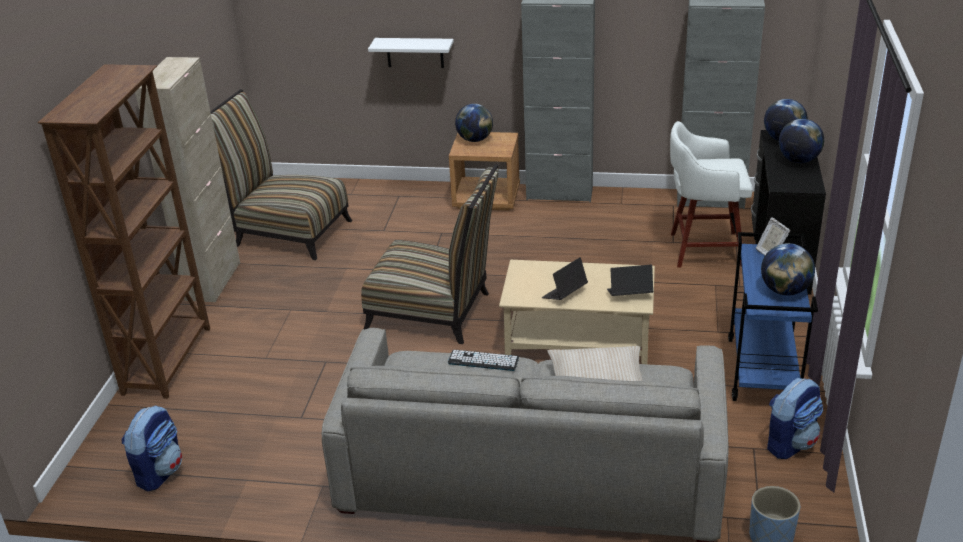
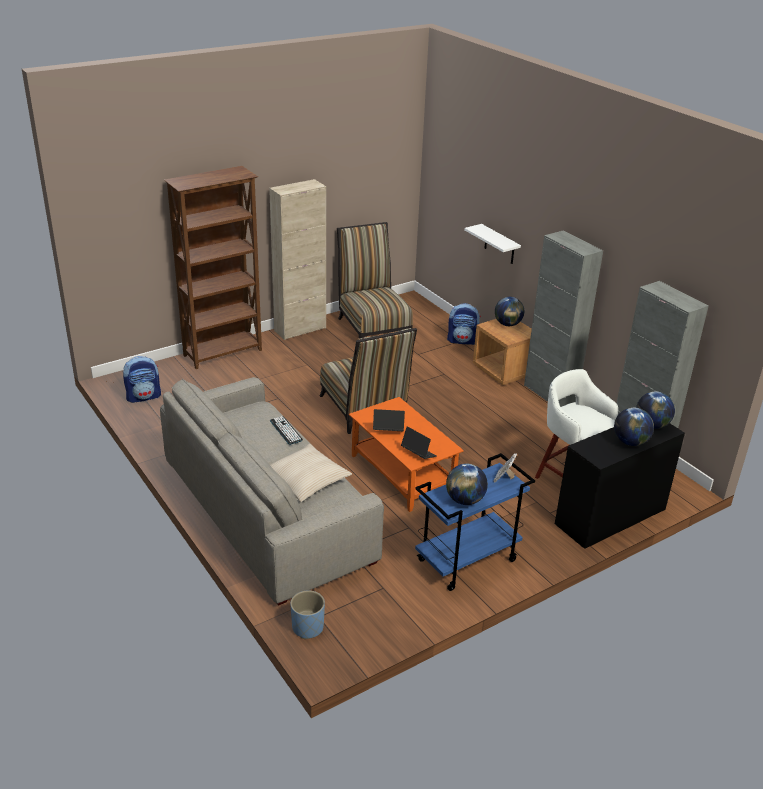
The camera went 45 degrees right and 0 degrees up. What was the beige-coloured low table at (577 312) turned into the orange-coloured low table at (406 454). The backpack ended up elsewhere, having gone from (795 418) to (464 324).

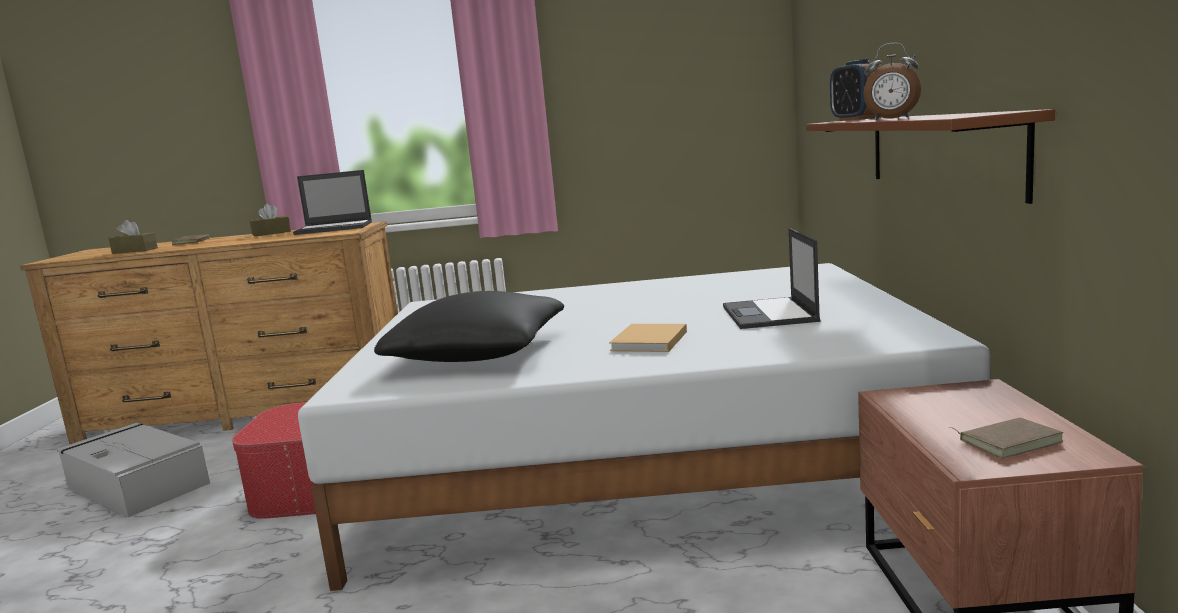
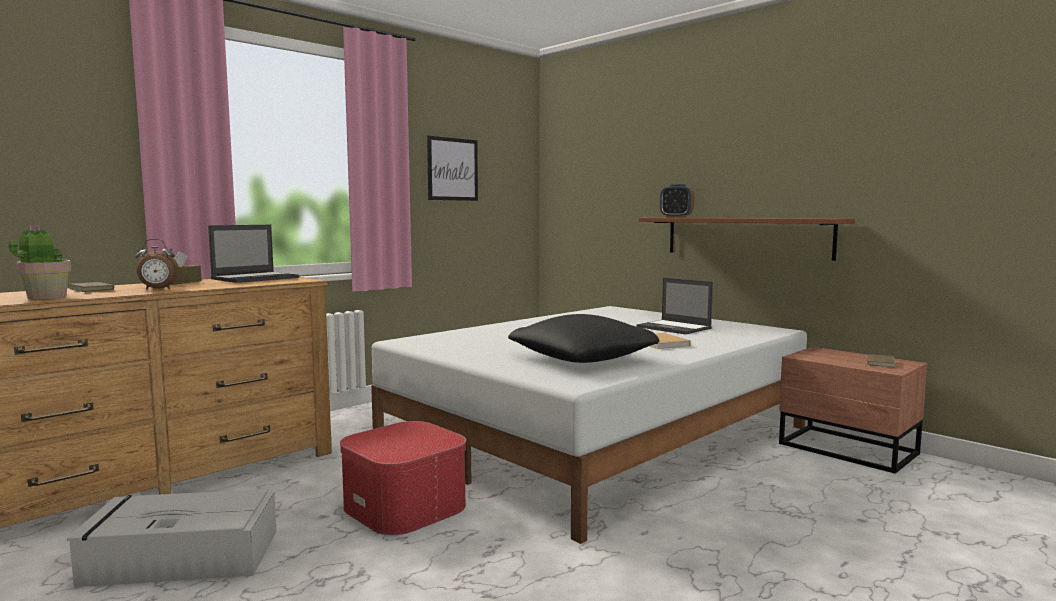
The camera went 45 degrees left and 5 degrees down. Where the brownish box of tissues stood at (133 237), the potted plant came to stand at (40 262). The table clock ended up elsewhere, having gone from (892 81) to (157 264). The second view gained the picture at (452 168).

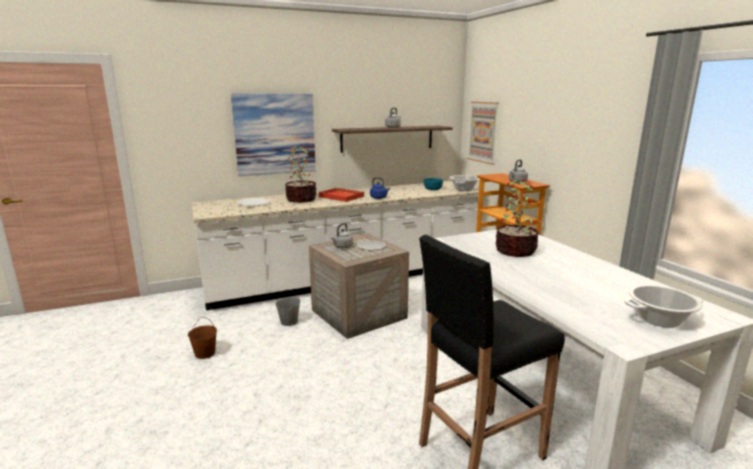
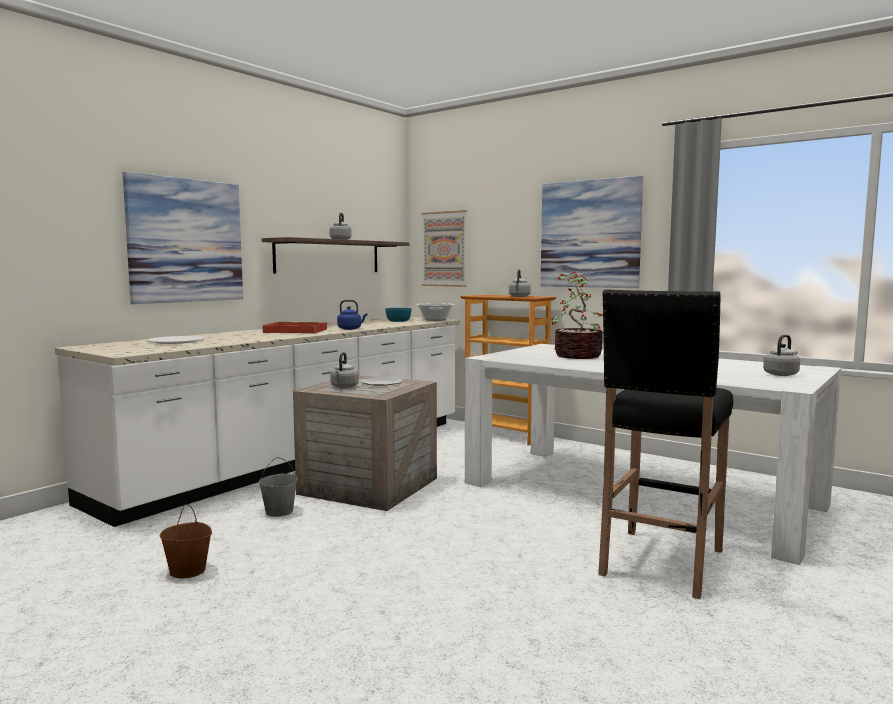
The camera went 30 degrees left and 10 degrees down. The second view gained the picture at (591 232). Where the stockpot stood at (664 306), the grey kettle came to stand at (781 355). The second view lost the potted plant at (301 174).

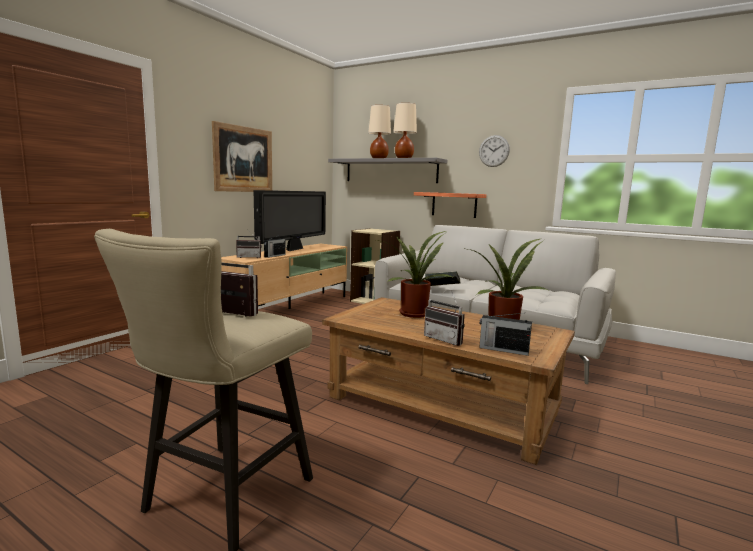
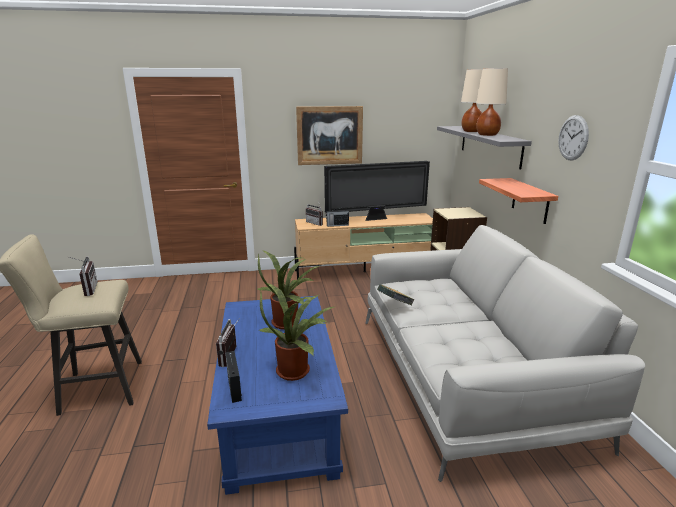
The camera went 50 degrees right and 10 degrees up. What was the brownish low table at (448 381) turned into the blue-coloured low table at (277 395).

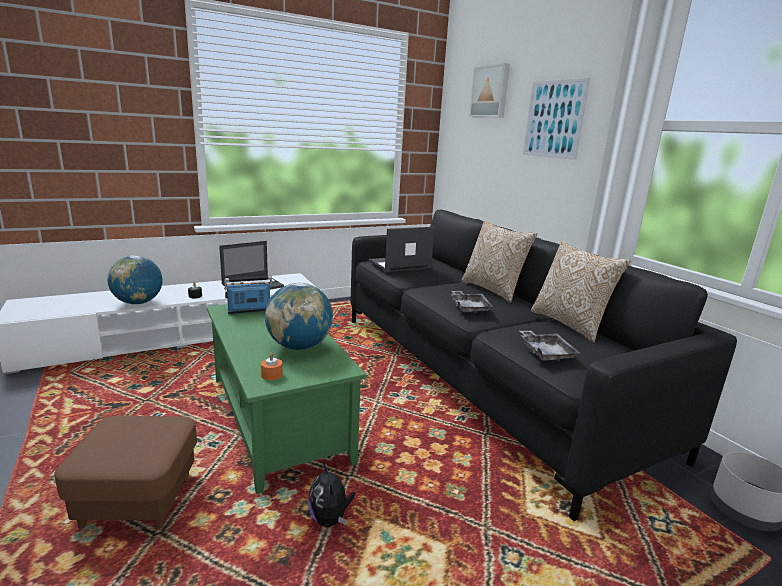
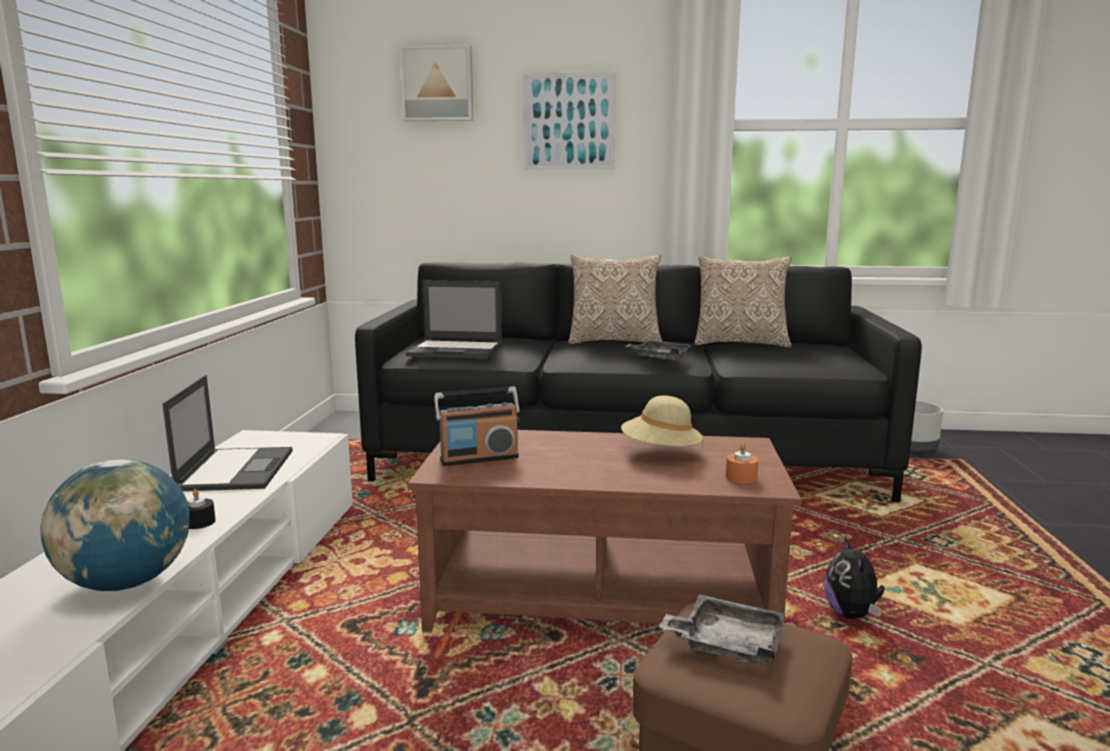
The camera went 55 degrees left and 5 degrees down. The portable computer at (402 249) ended up facing another way, 90 degrees counterclockwise from before. What was the green low table at (286 399) turned into the brownish low table at (605 531). The radio set at (248 294) ended up facing another way, 120 degrees counterclockwise from before. Where the world globe stood at (299 316), the beige-coloured clothing hat came to stand at (662 423). The grey carrying tray ended up elsewhere, having gone from (550 345) to (722 630). The soft toy at (331 494) ended up facing another way, 75 degrees clockwise from before.

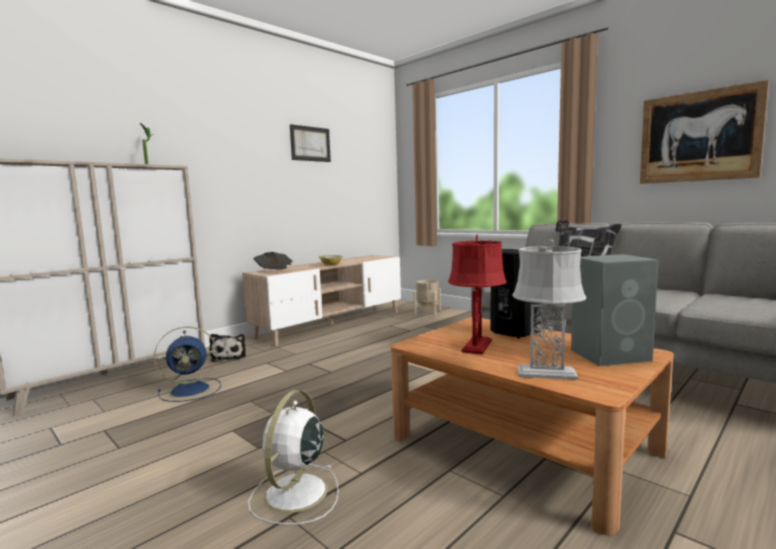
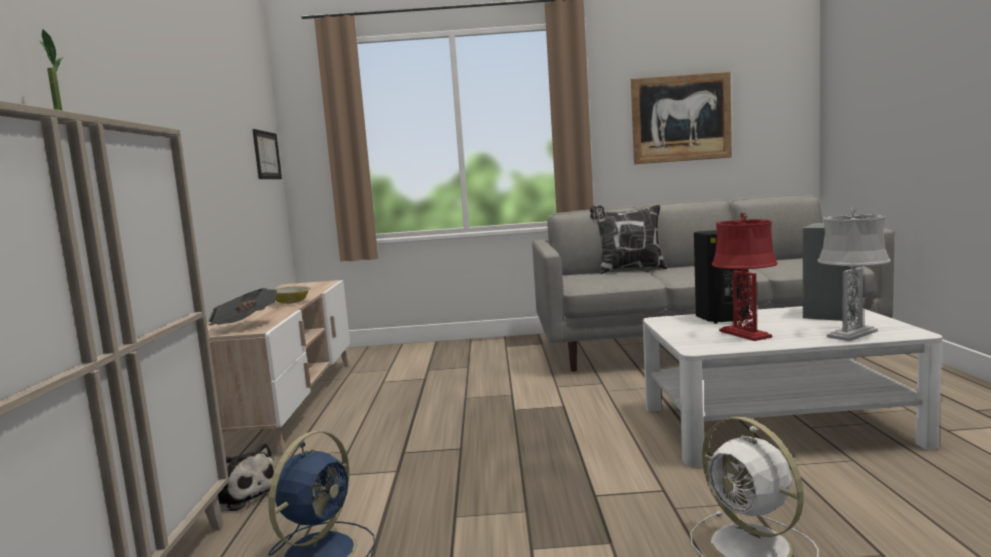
The camera went 45 degrees left and 0 degrees up. The picture ended up elsewhere, having gone from (310 143) to (267 154). What was the brownish low table at (532 426) turned into the white low table at (792 386). The second view lost the beige-coloured plant pot at (427 298).

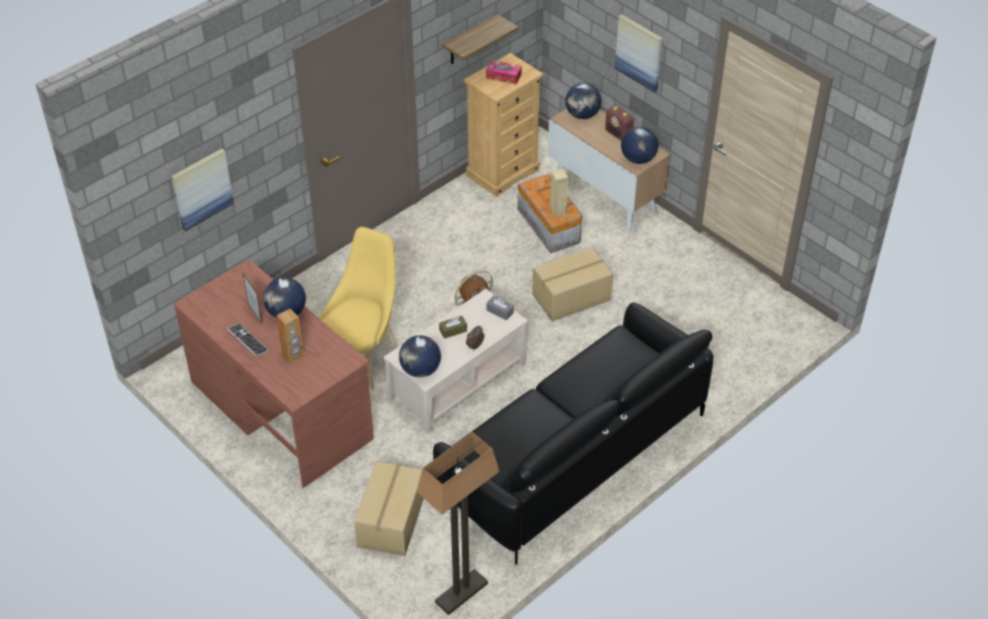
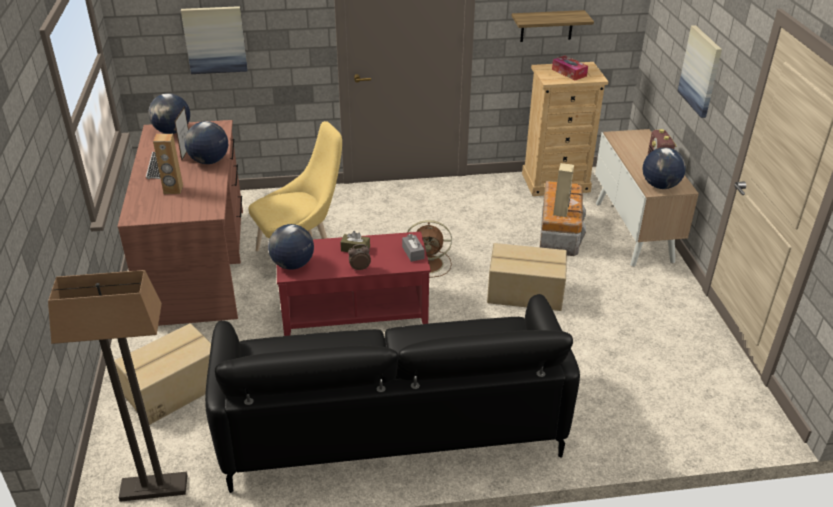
The camera went 35 degrees right and 10 degrees down. The world globe ended up elsewhere, having gone from (583 101) to (169 113). What was the beige-coloured low table at (456 361) turned into the red-coloured low table at (354 284).

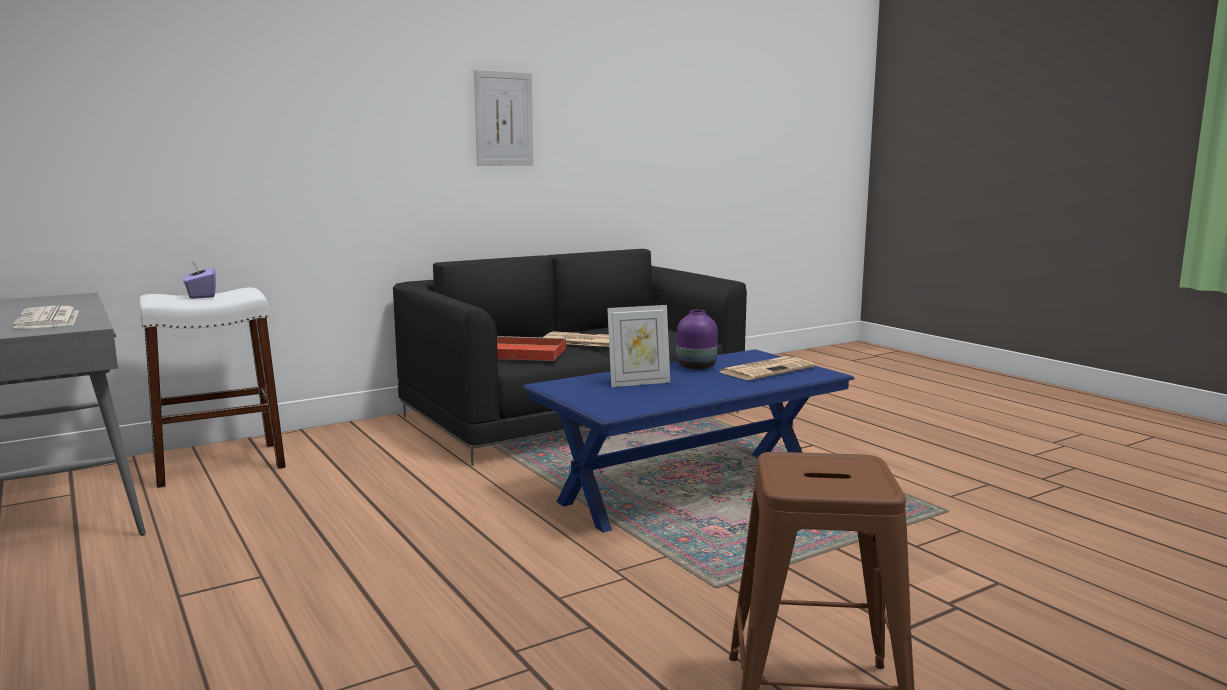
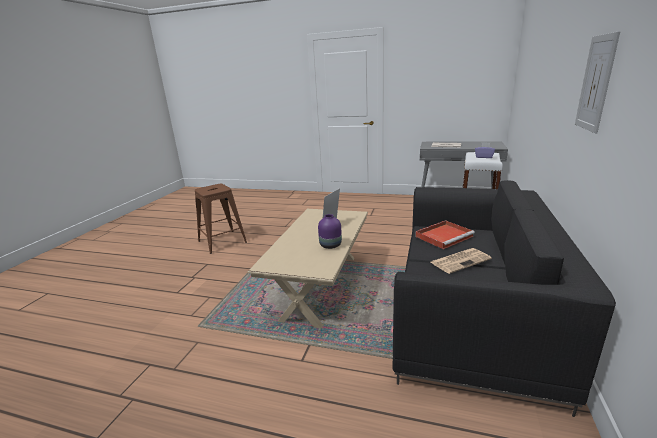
The camera went 140 degrees right and 10 degrees up. What was the blue-coloured low table at (689 441) turned into the beige-coloured low table at (307 268). The second view lost the newspaper at (767 368).

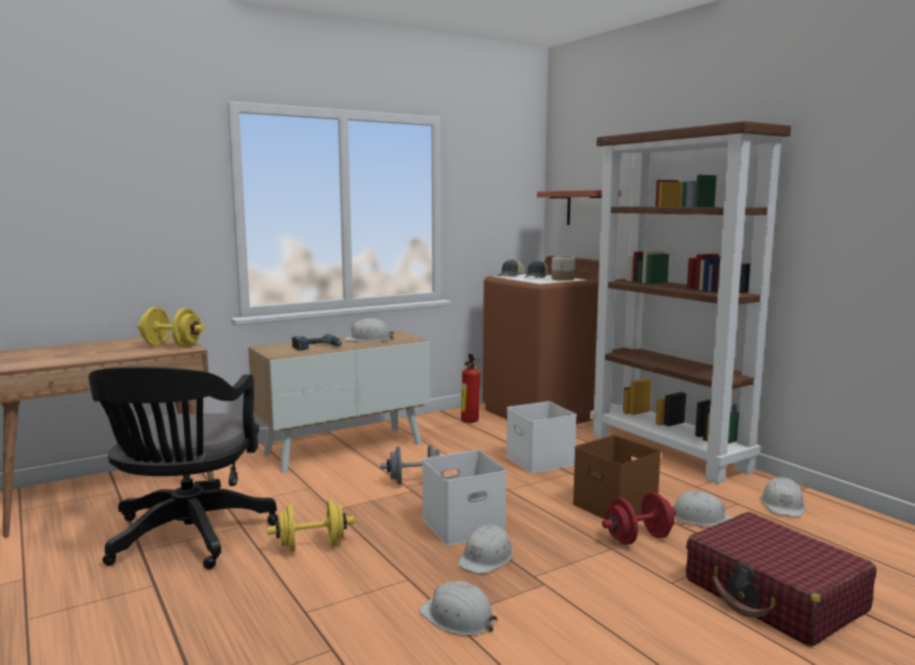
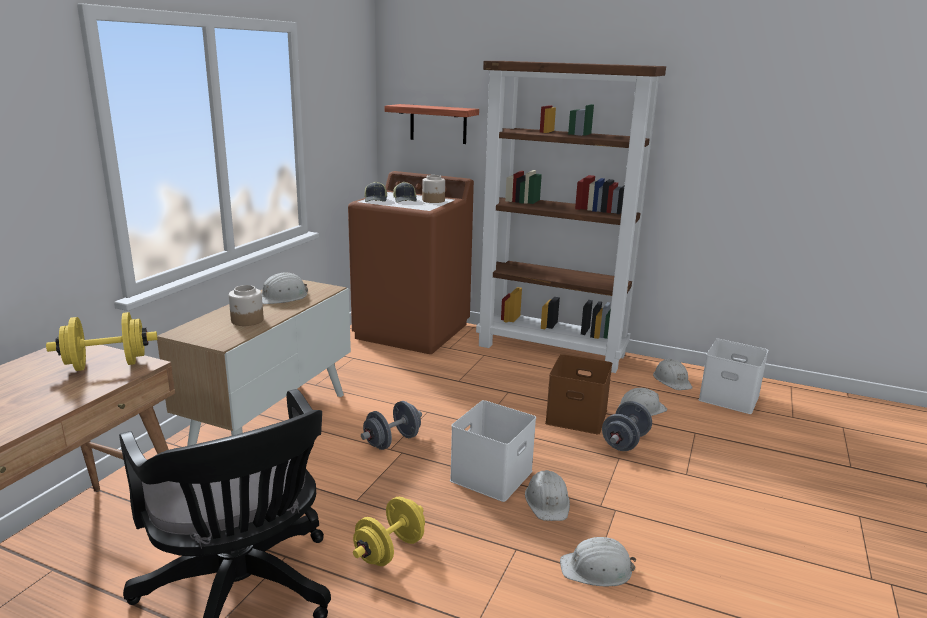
The camera went 35 degrees left and 10 degrees up. Where the electric drill stood at (317 342), the storage jar came to stand at (246 305). What was the red-coloured dumbbell at (639 518) turned into the grey dumbbell at (627 426). The white storage bin ended up elsewhere, having gone from (541 437) to (734 376). The second view lost the extinguisher at (470 388). The second view lost the red-coloured piece of luggage at (781 579).

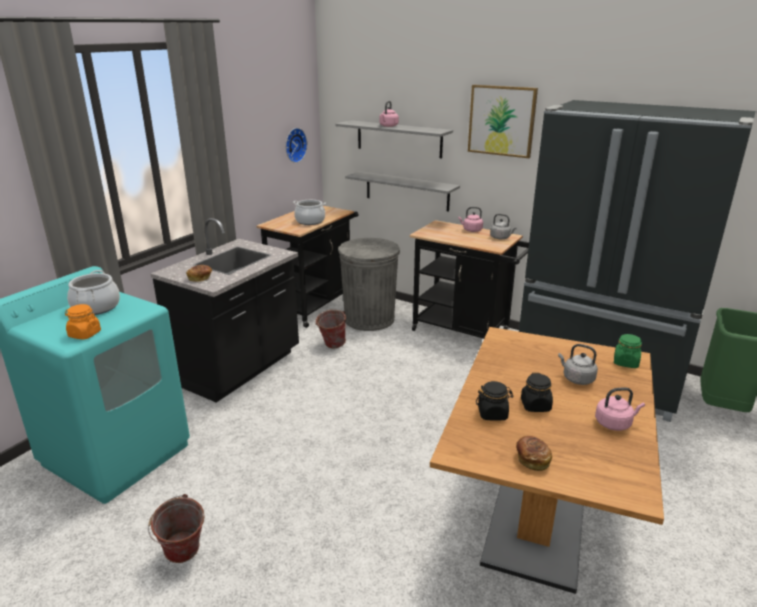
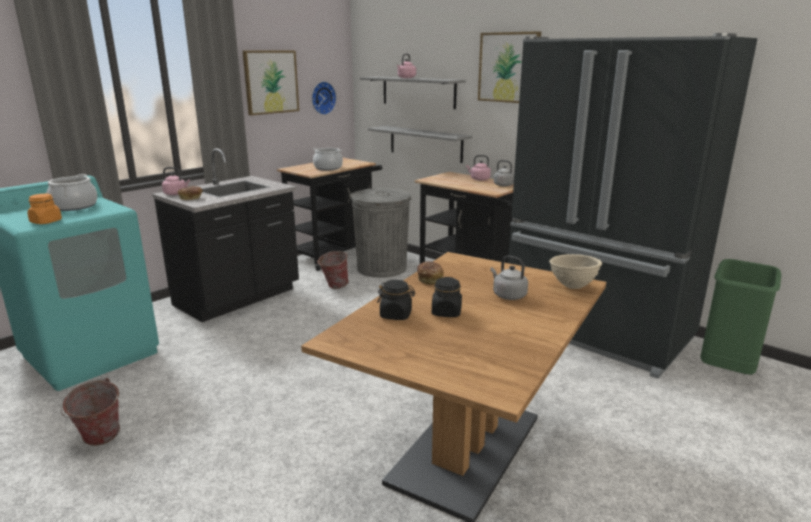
The camera went 10 degrees right and 5 degrees down. The pink kettle ended up elsewhere, having gone from (620 409) to (176 181). The second view gained the picture at (271 83). The baked bread ended up elsewhere, having gone from (534 453) to (430 273). Where the green storage jar stood at (628 351), the beige-coloured deep dish came to stand at (576 271).

